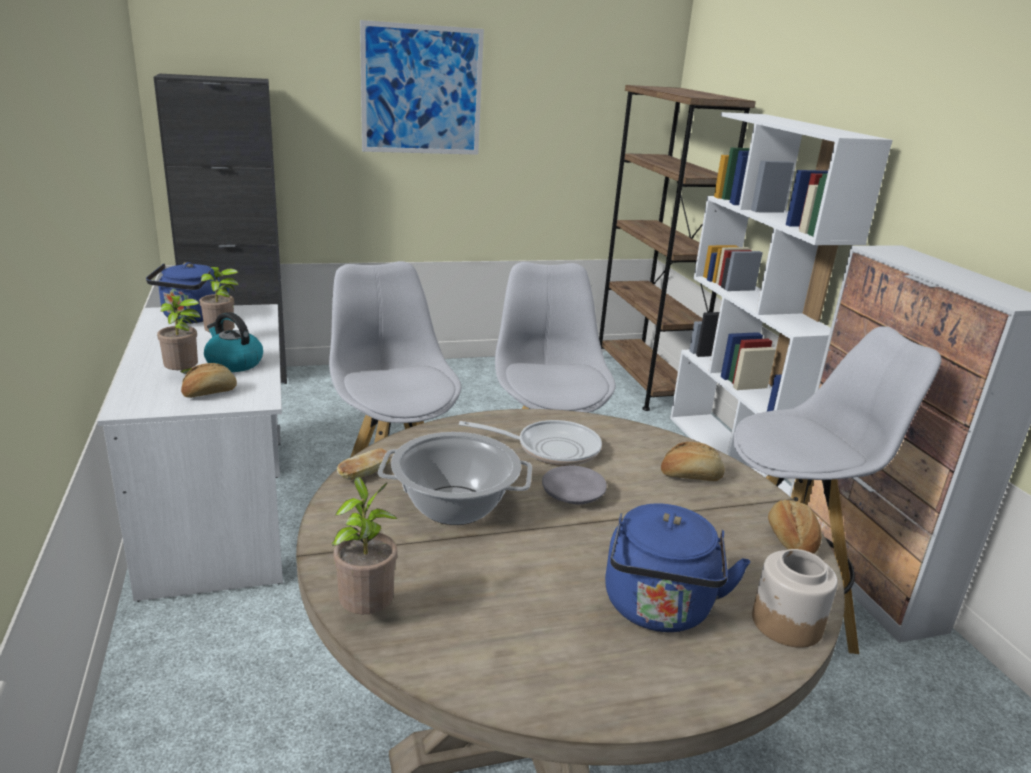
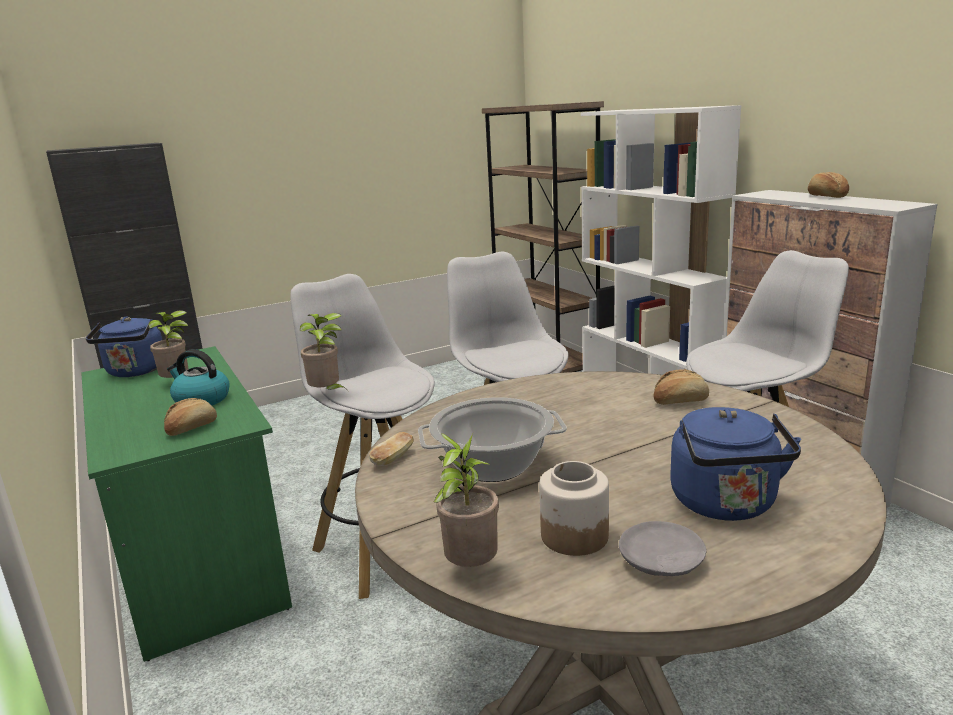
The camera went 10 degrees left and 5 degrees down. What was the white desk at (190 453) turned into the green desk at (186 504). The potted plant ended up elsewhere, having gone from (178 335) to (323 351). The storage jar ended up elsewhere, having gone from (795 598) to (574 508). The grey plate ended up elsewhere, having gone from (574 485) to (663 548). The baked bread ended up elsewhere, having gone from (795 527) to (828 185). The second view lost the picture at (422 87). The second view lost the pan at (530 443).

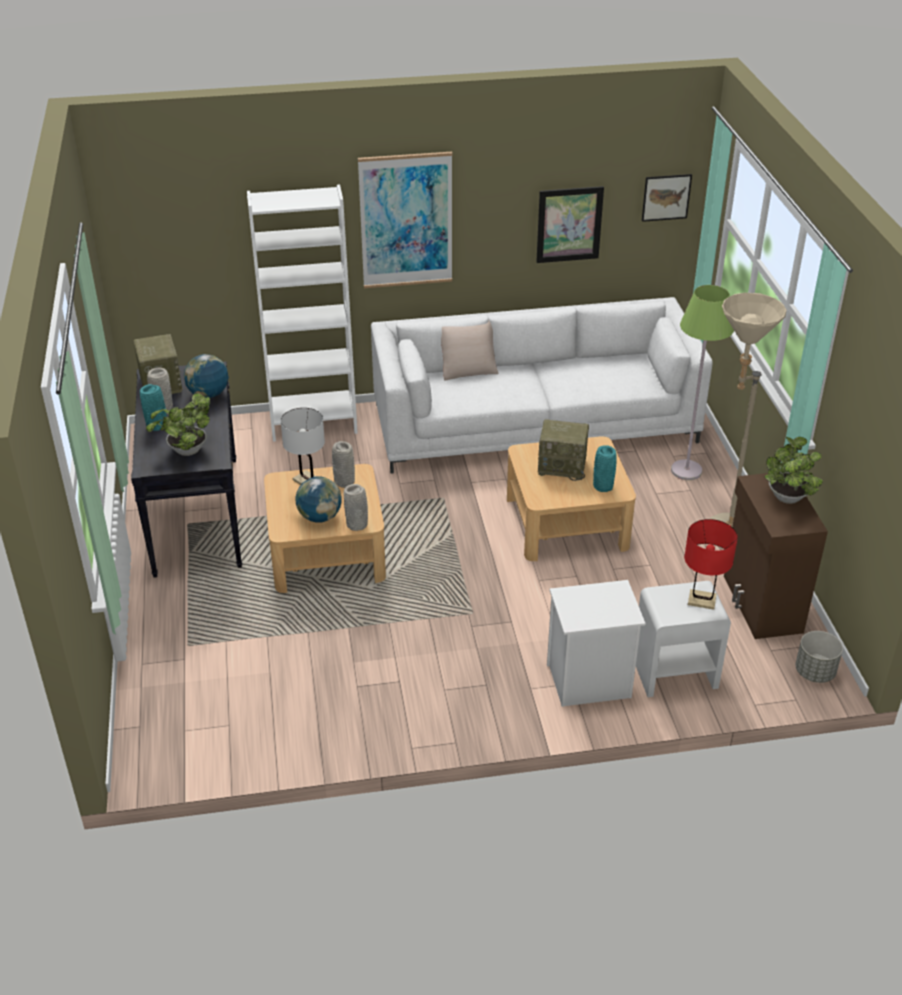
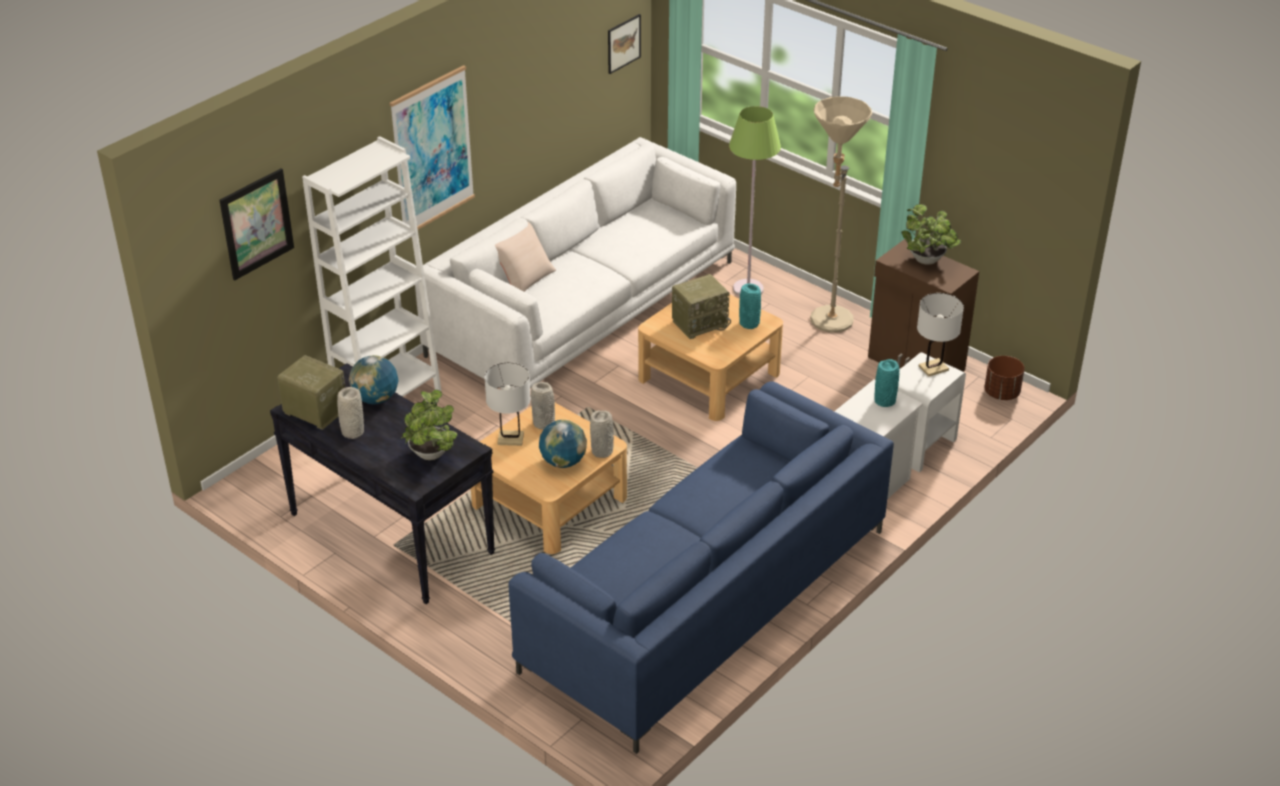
The camera went 40 degrees left and 0 degrees up. The picture ended up elsewhere, having gone from (570 224) to (256 224). The second view gained the blue-coloured couch at (701 567). The turquoise vase ended up elsewhere, having gone from (153 407) to (887 383). What was the red-coloured lamp for a table at (711 564) turned into the white lamp for a table at (940 335). What was the grey plant pot at (819 657) turned into the brownish plant pot at (1004 378).

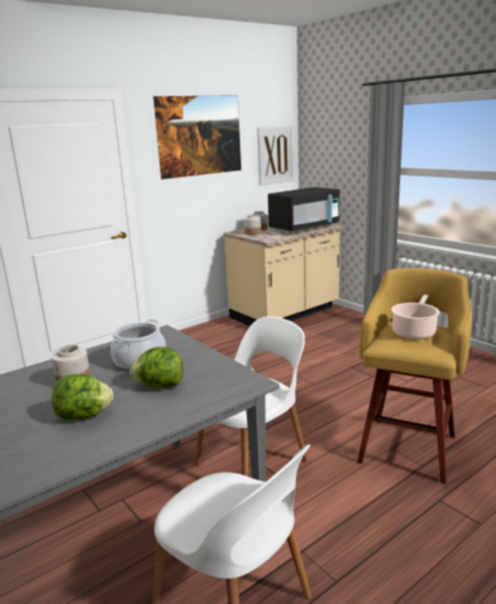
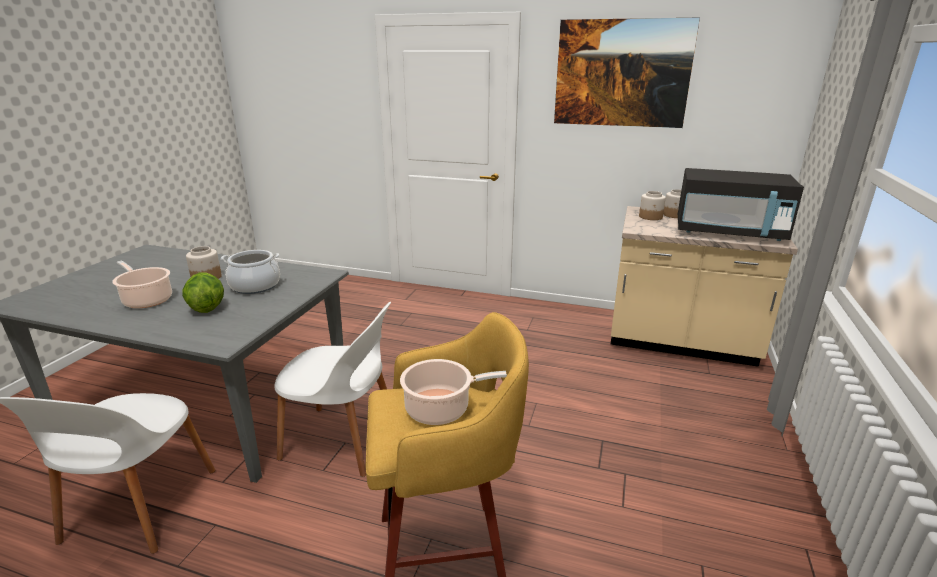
The camera went 55 degrees right and 5 degrees up. Where the lettuce stood at (82 397), the stockpot came to stand at (142 284). The second view lost the picture at (275 155).

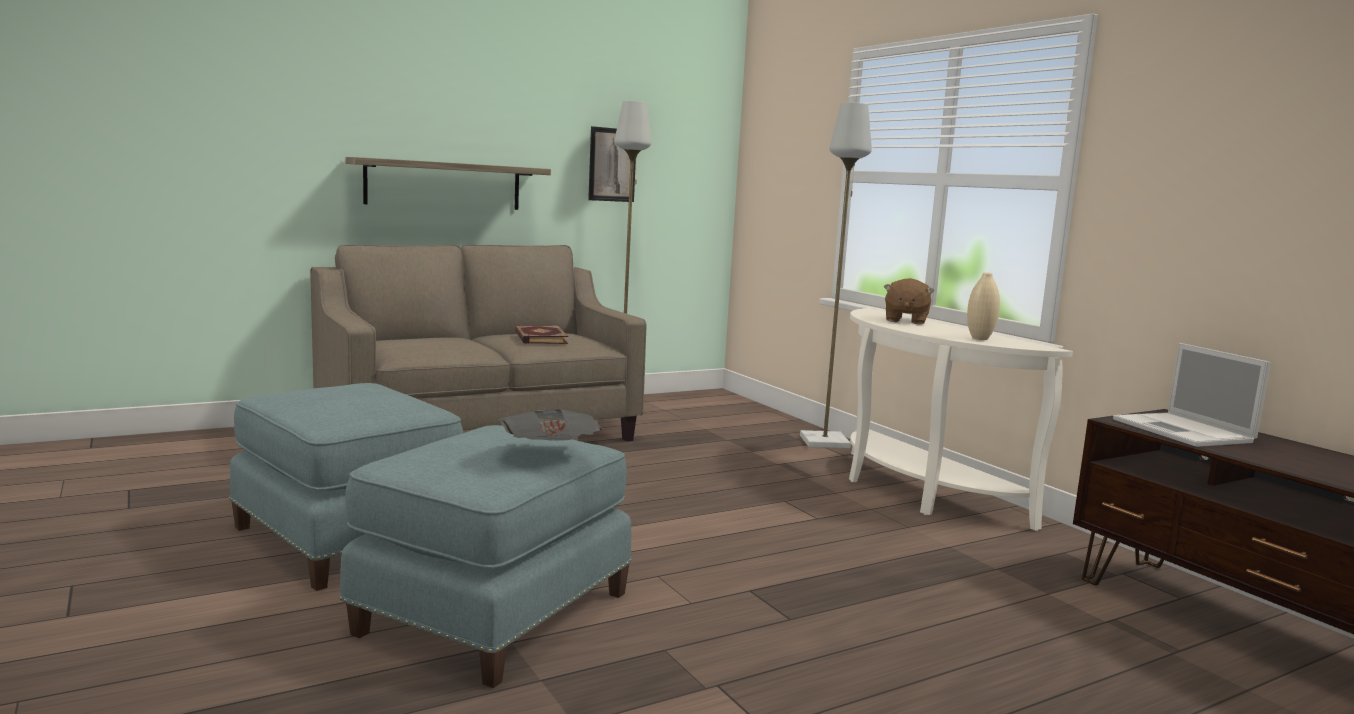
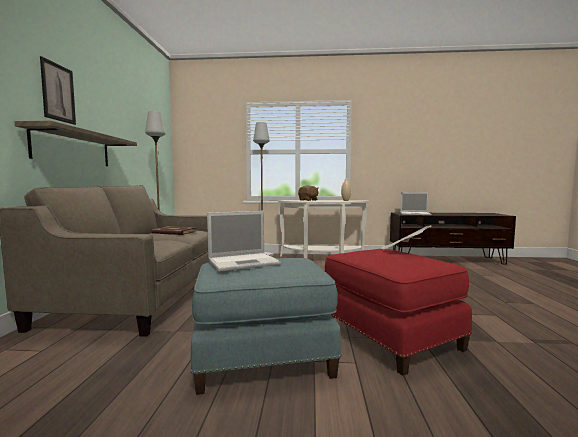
The camera went 55 degrees left and 5 degrees down. The picture ended up elsewhere, having gone from (612 164) to (58 90). The second view gained the portable computer at (244 241). What was the blue-coloured pouffe at (486 556) turned into the red-coloured pouffe at (398 312).

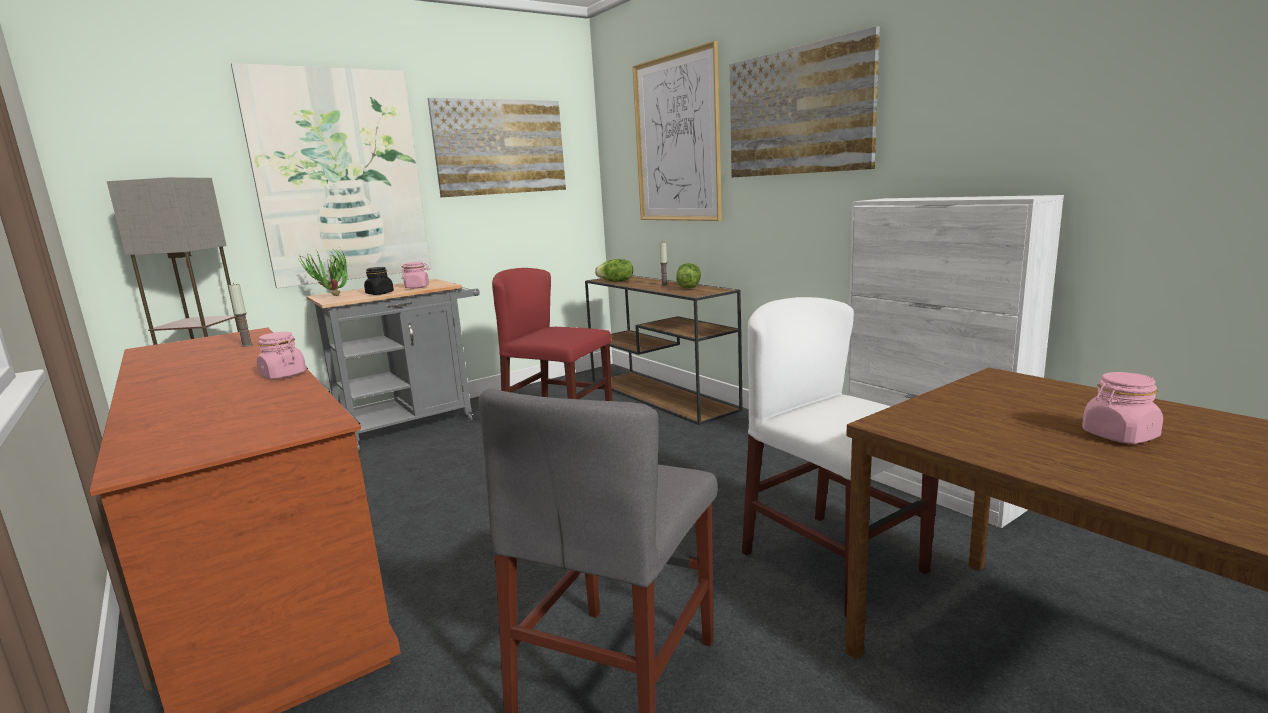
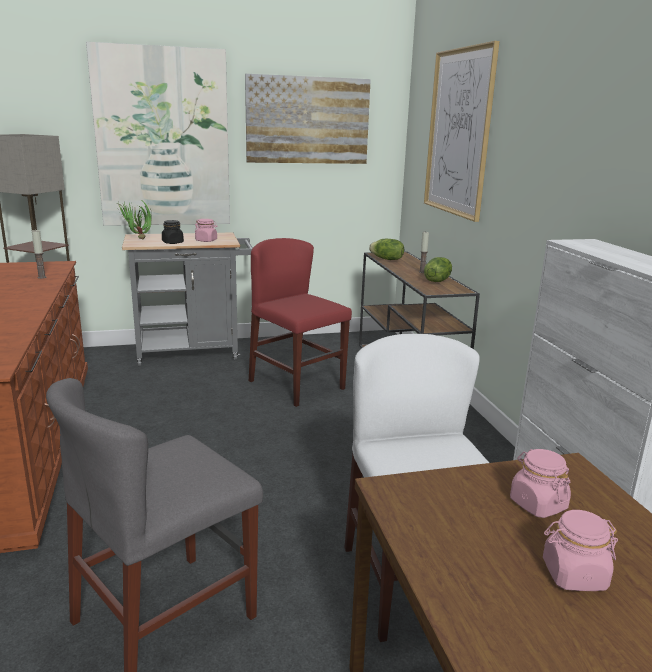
The camera went 20 degrees right and 5 degrees up. The pink storage jar ended up elsewhere, having gone from (281 355) to (540 483). The second view lost the picture at (805 102).

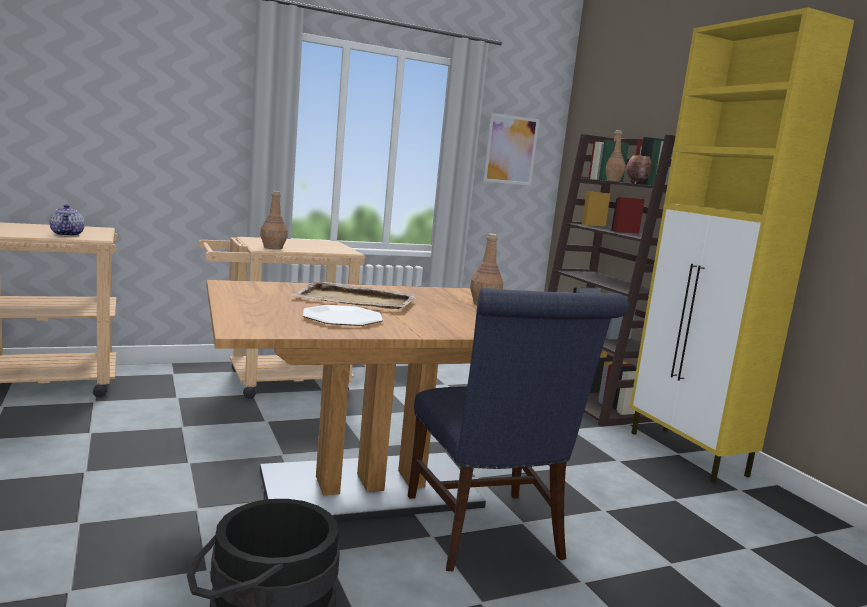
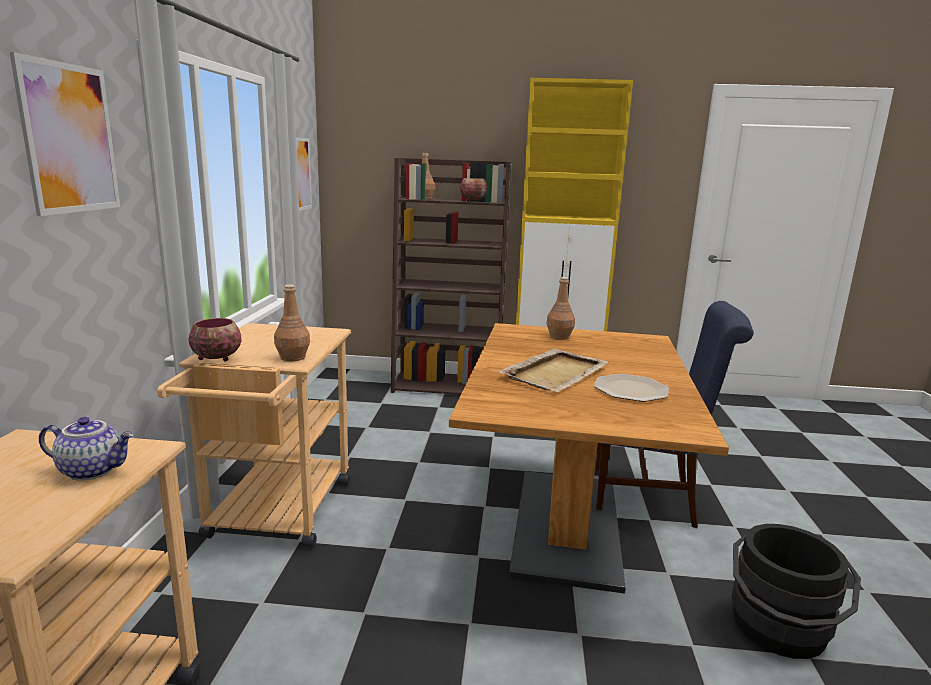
The camera went 60 degrees left and 5 degrees up. The second view gained the picture at (64 134). The second view gained the deep dish at (215 340).

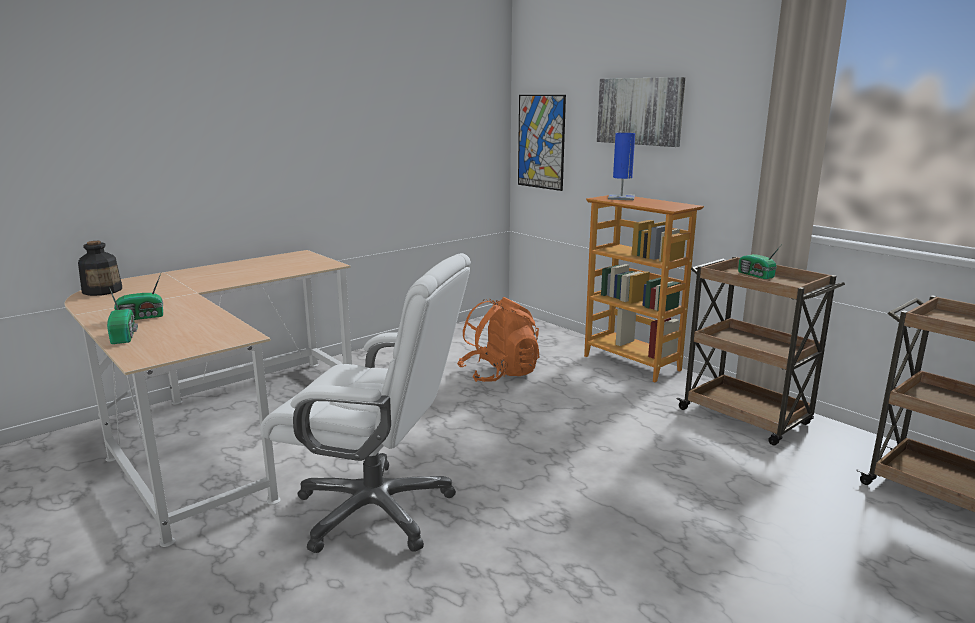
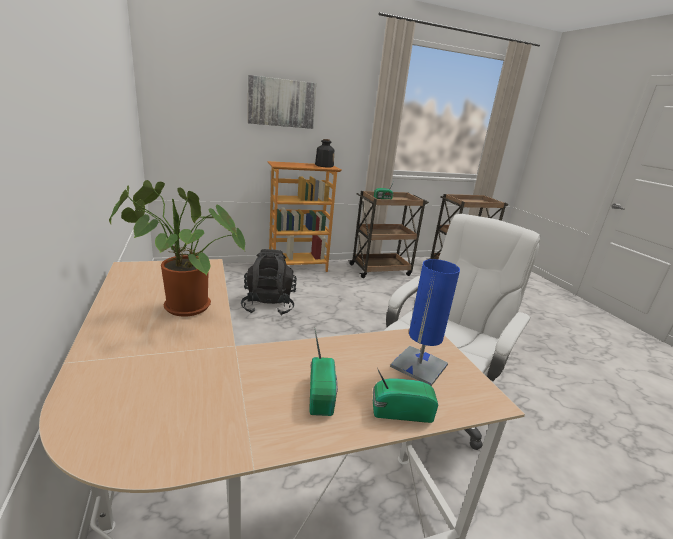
The camera went 70 degrees left and 5 degrees up. The second view gained the potted plant at (177 248). What was the orange-coloured backpack at (498 339) turned into the blackish backpack at (269 282). The beverage bottle ended up elsewhere, having gone from (100 268) to (324 153). The blue-coloured lamp for a table ended up elsewhere, having gone from (621 166) to (425 322). The second view lost the picture at (542 143).

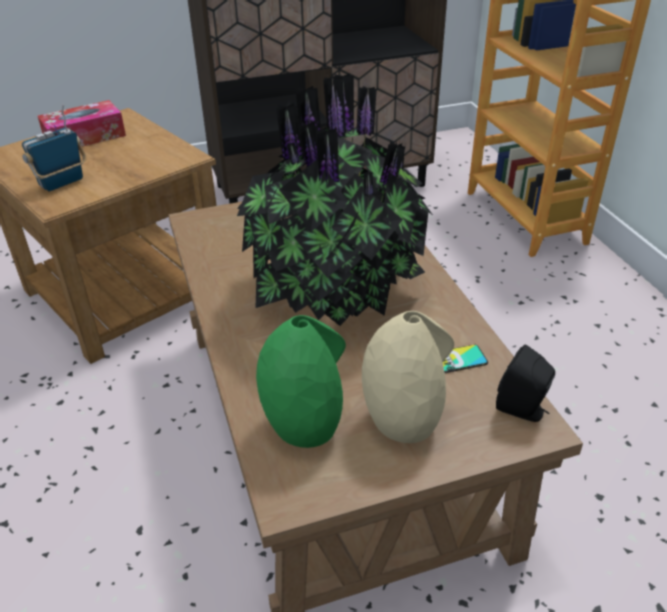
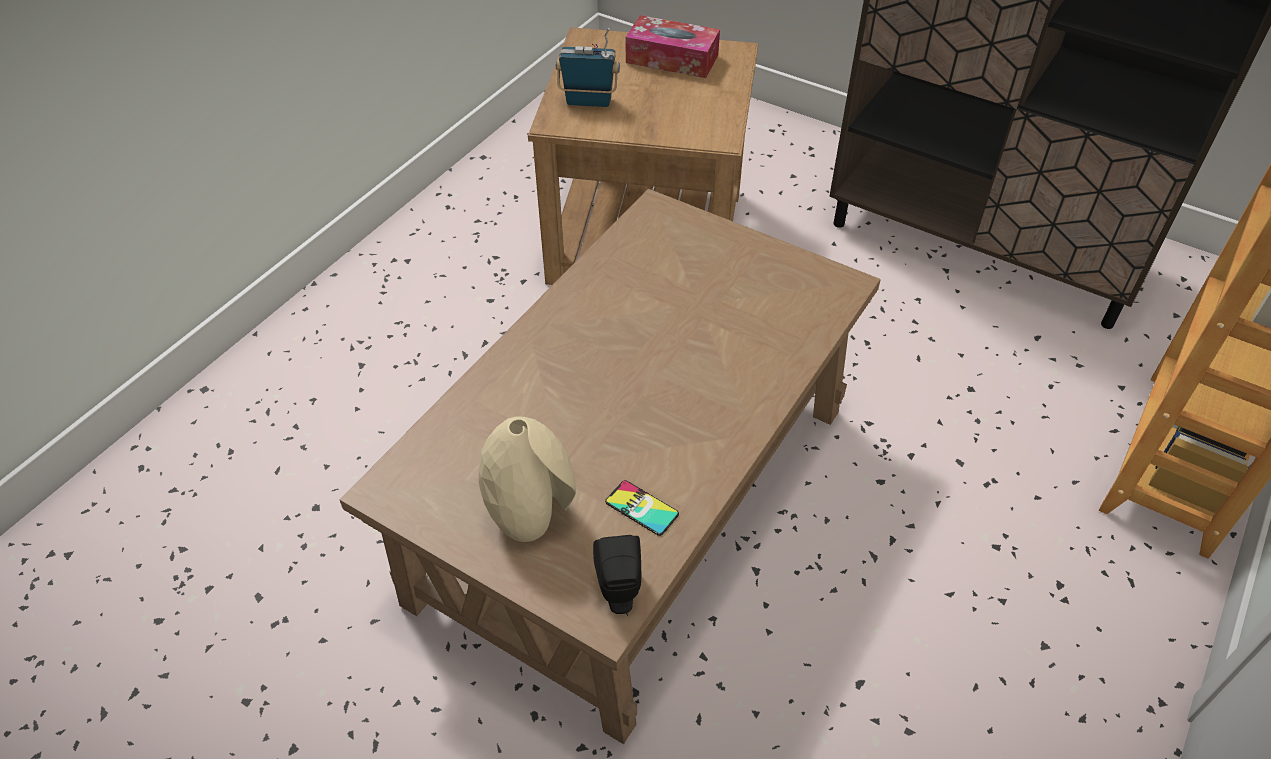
The camera went 50 degrees right and 10 degrees up. The second view lost the potted plant at (335 200). The second view lost the green vase at (301 381).

